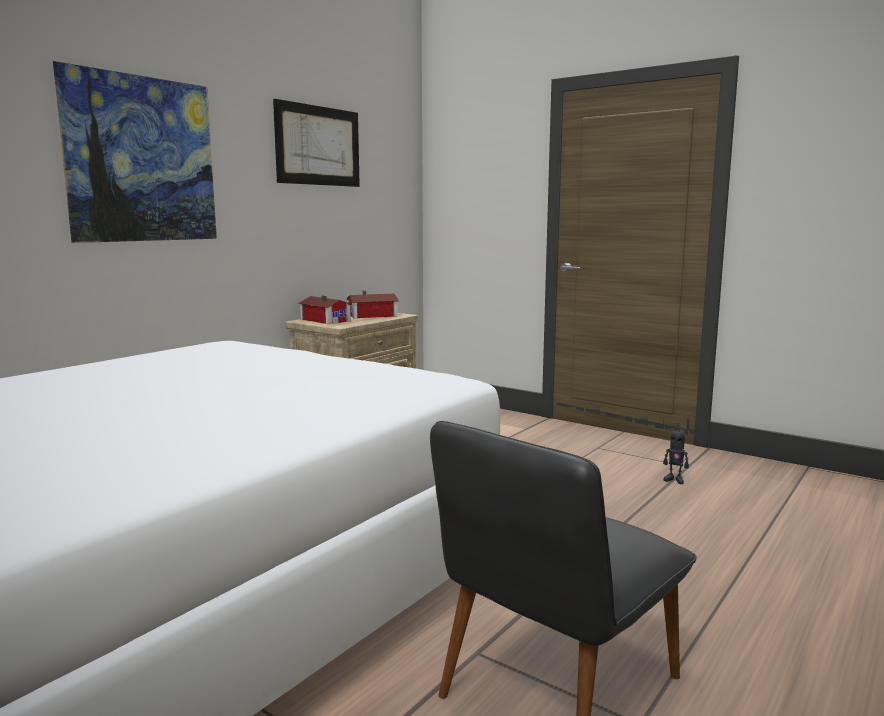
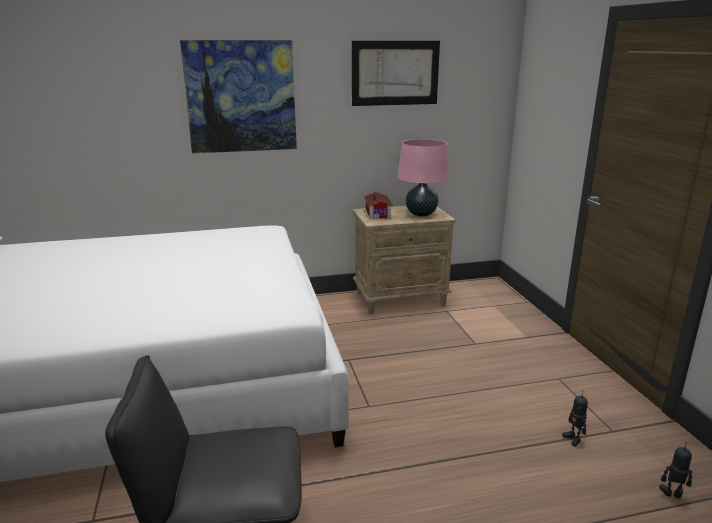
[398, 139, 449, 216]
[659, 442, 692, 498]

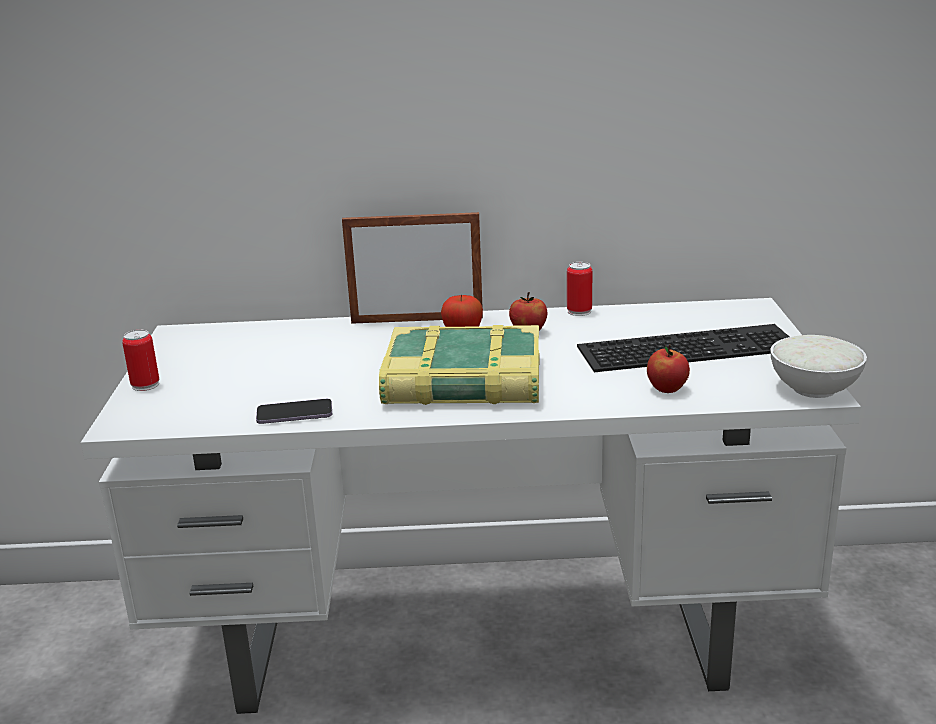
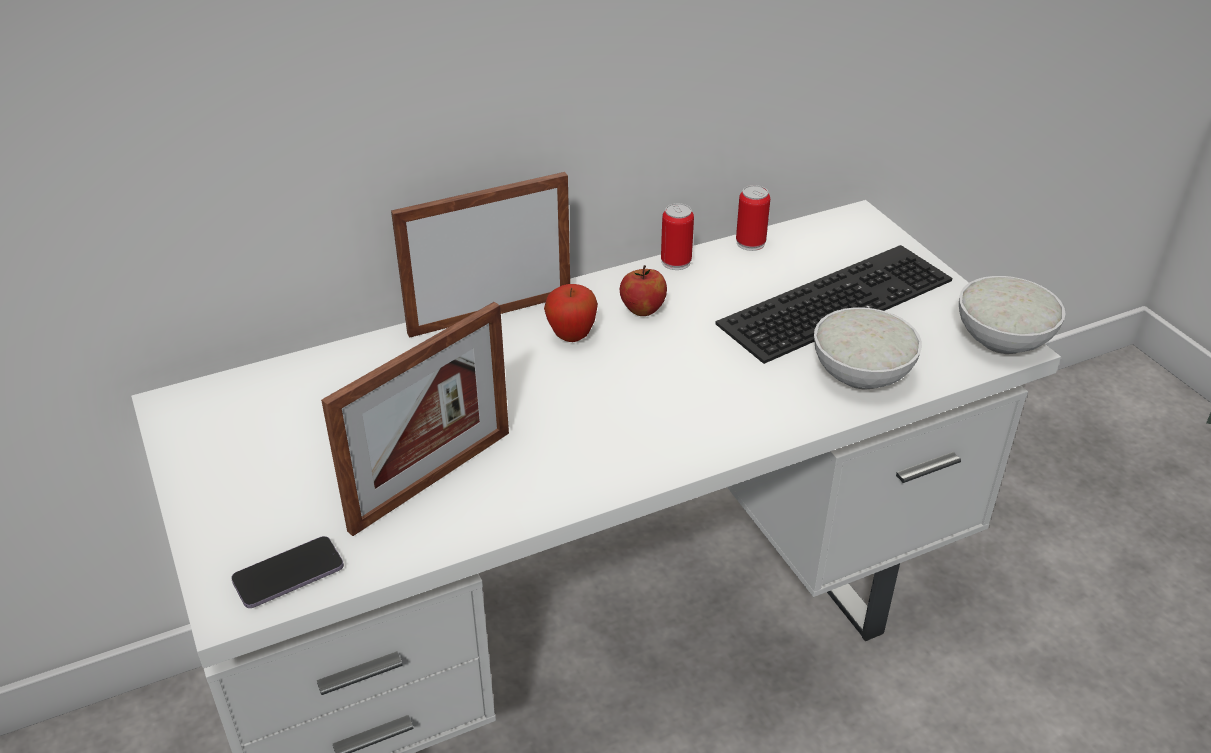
[736, 185, 770, 251]
[231, 536, 344, 608]
[379, 325, 539, 405] (first image)
[814, 307, 922, 390]
[321, 302, 509, 536]

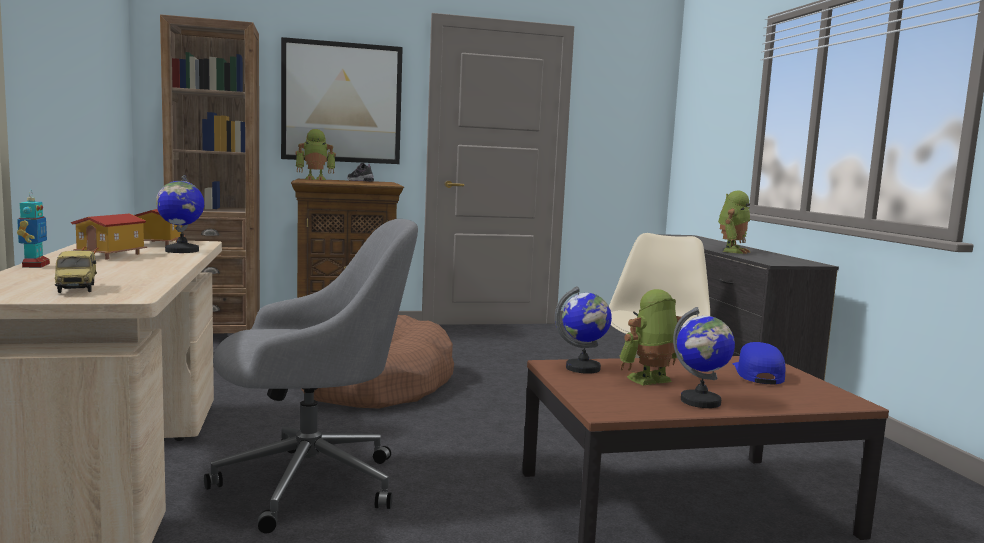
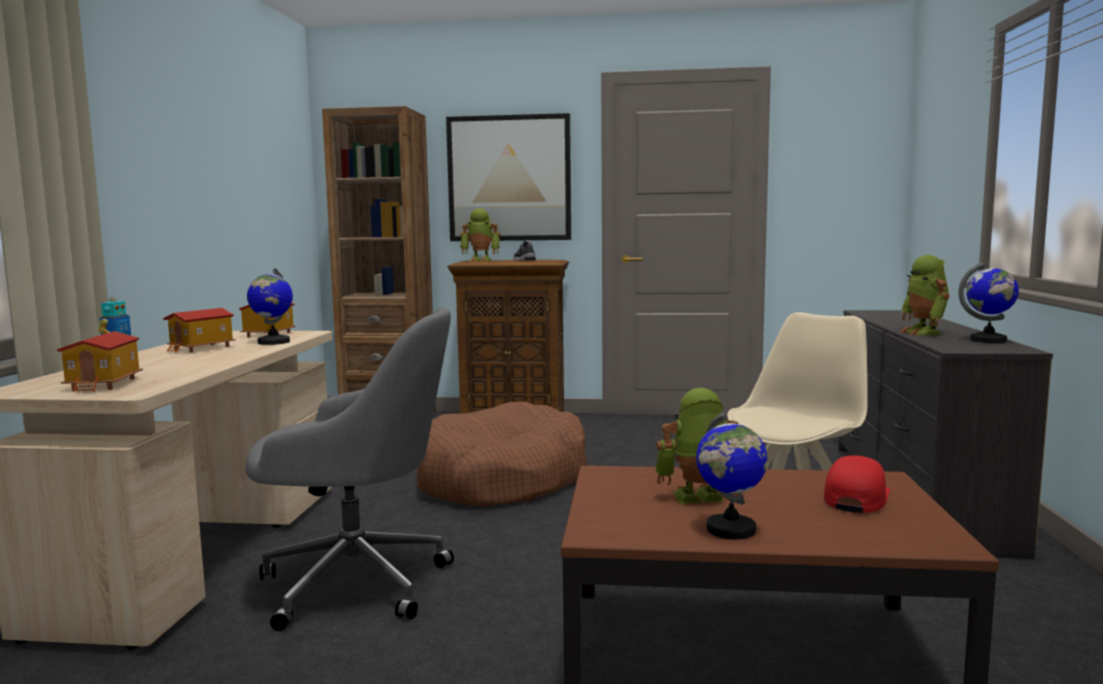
[57, 331, 143, 392]
[958, 262, 1019, 343]
[900, 255, 950, 335]
[824, 456, 890, 513]

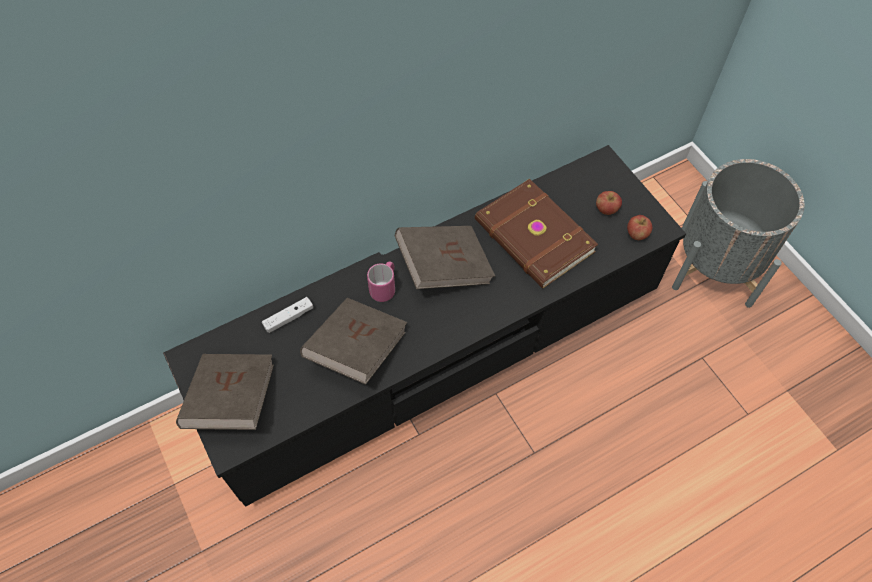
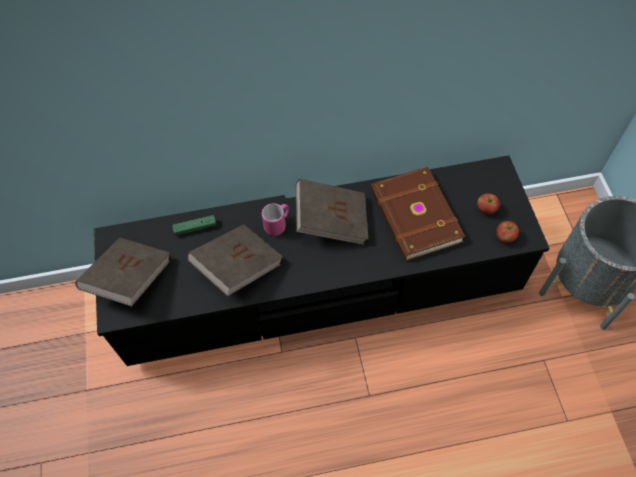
[172, 215, 216, 236]

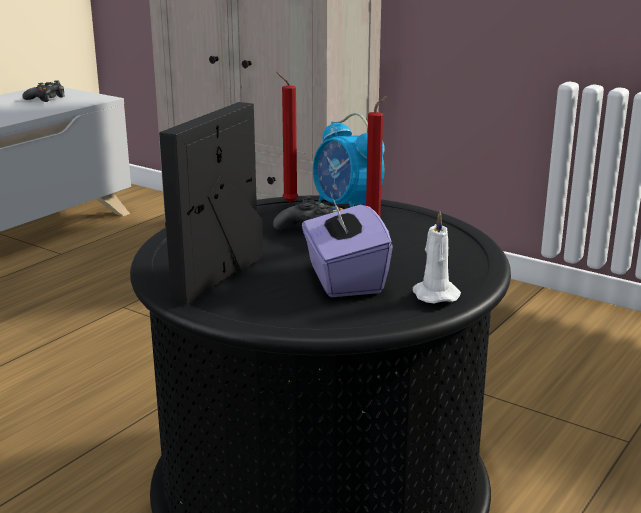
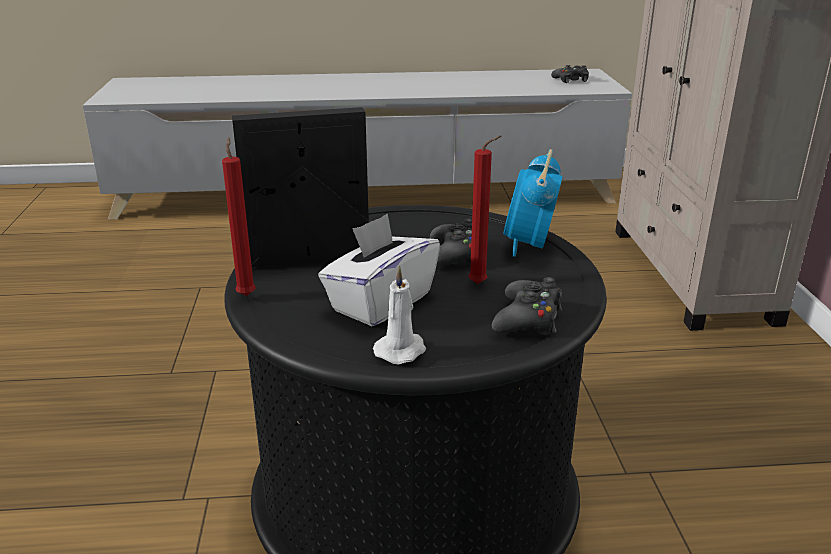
[222, 137, 256, 296]
[318, 214, 440, 326]
[492, 277, 562, 335]

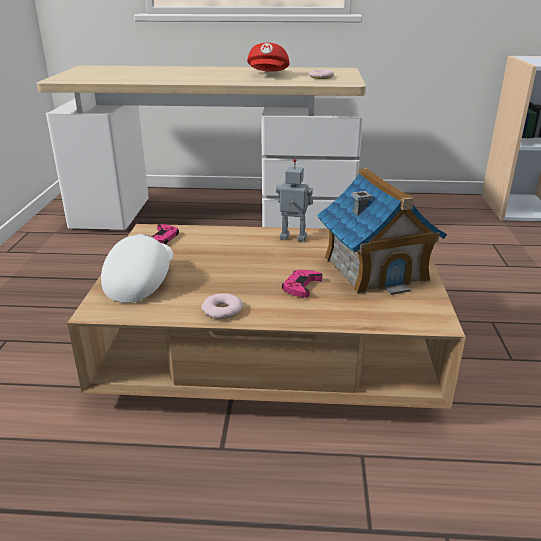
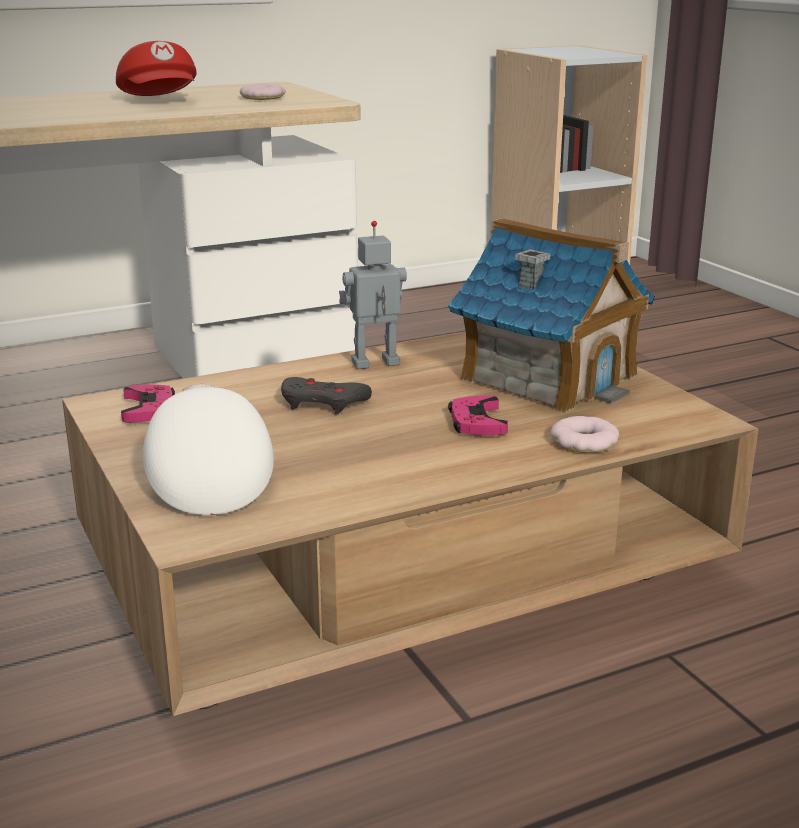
[550, 416, 619, 453]
[281, 377, 372, 414]

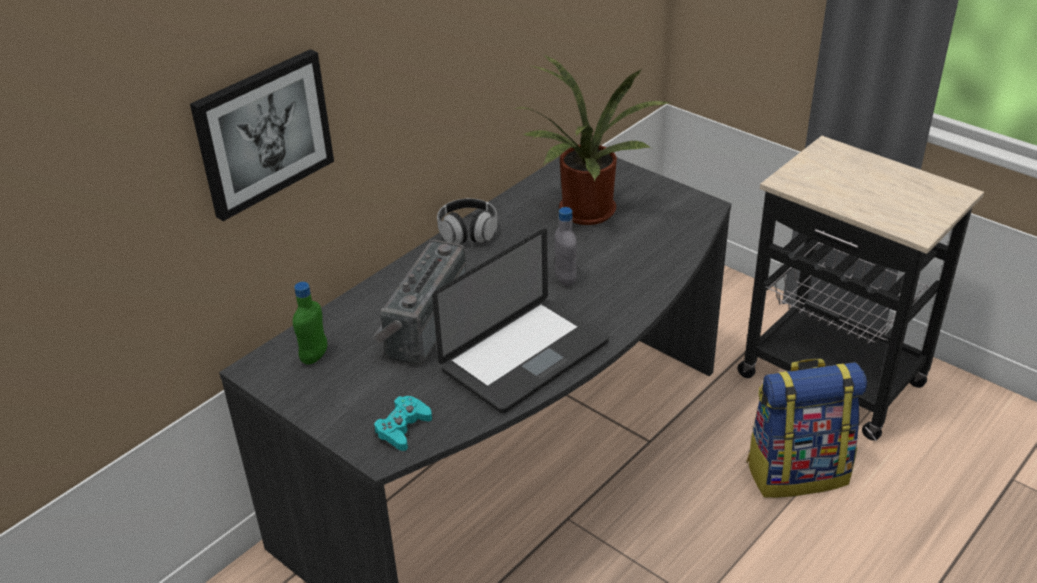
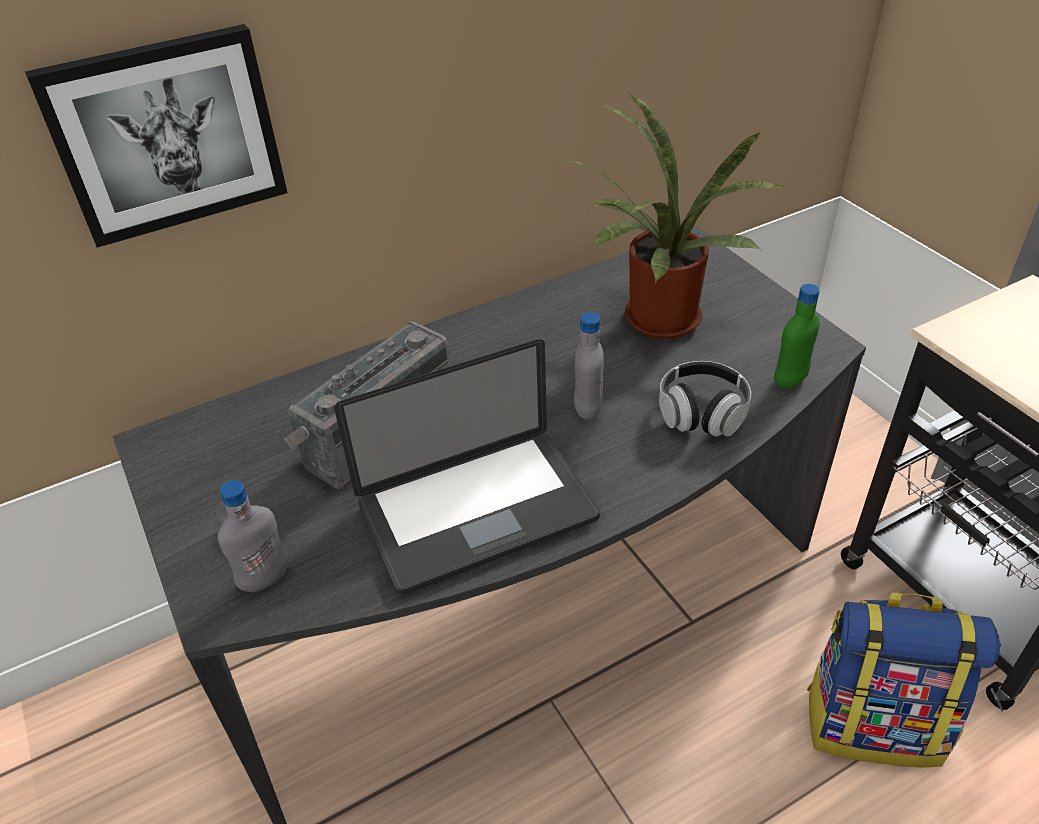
[774, 284, 820, 389]
[218, 480, 289, 592]
[659, 361, 751, 437]

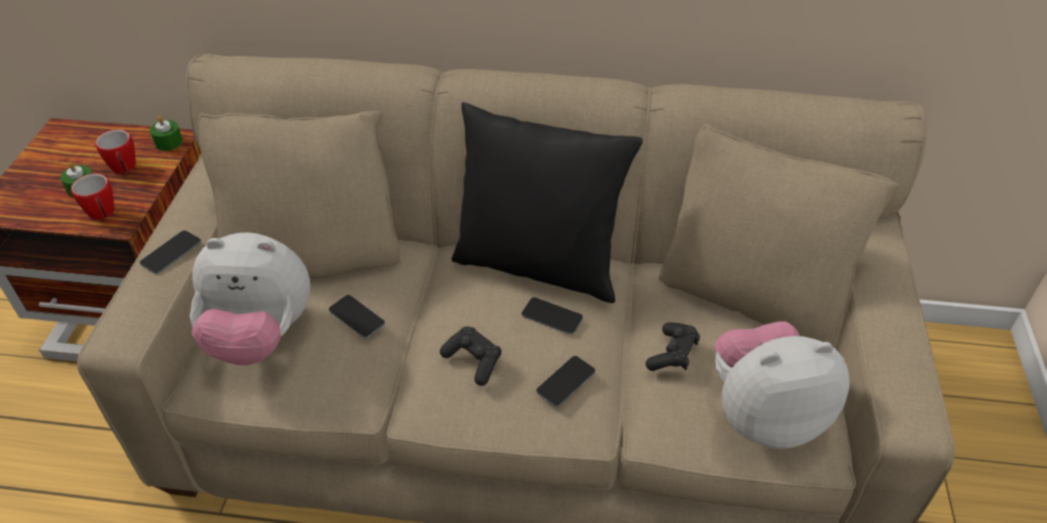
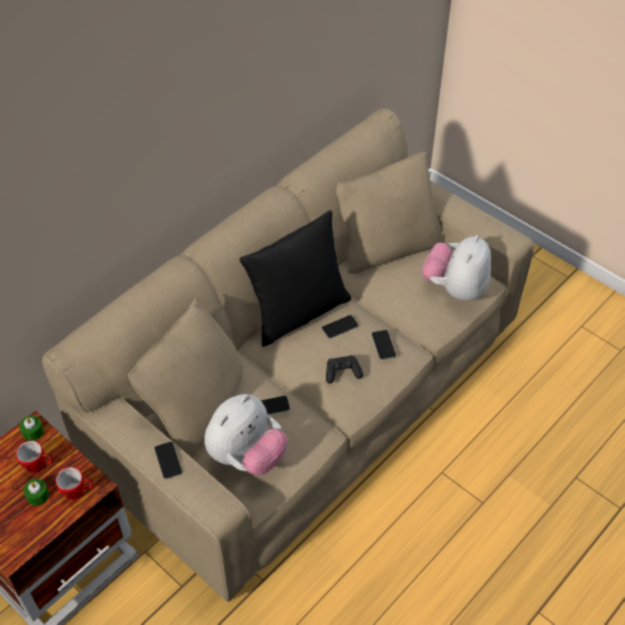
[646, 323, 700, 371] (first image)

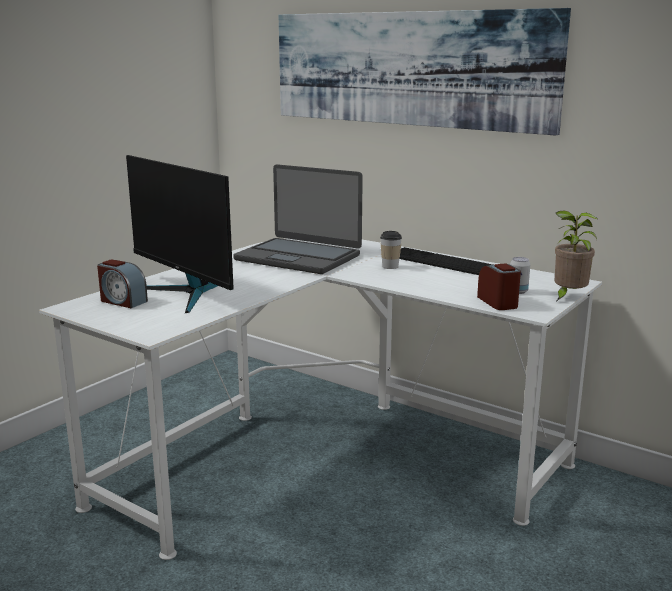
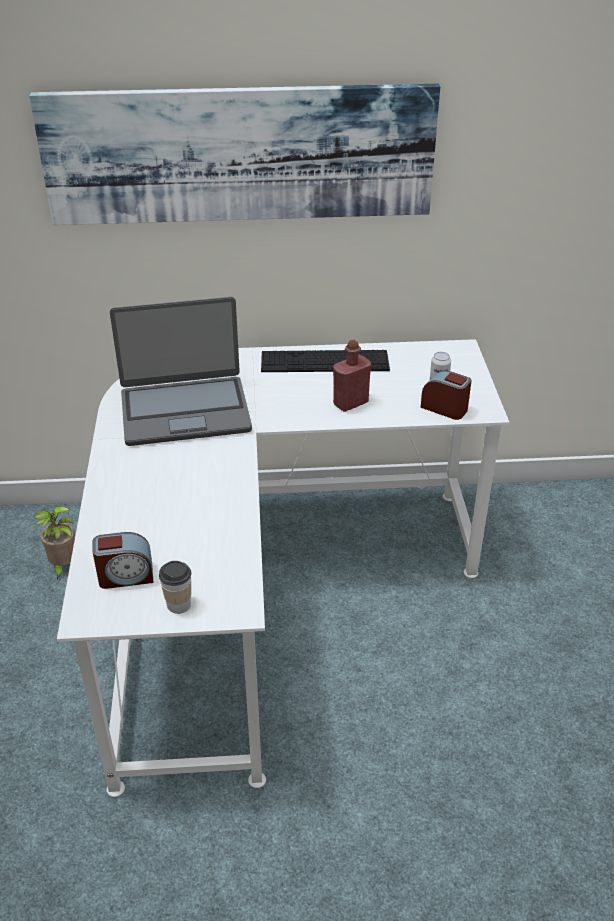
[126, 155, 234, 313] (first image)
[159, 561, 191, 614]
[33, 506, 75, 579]
[333, 340, 371, 412]

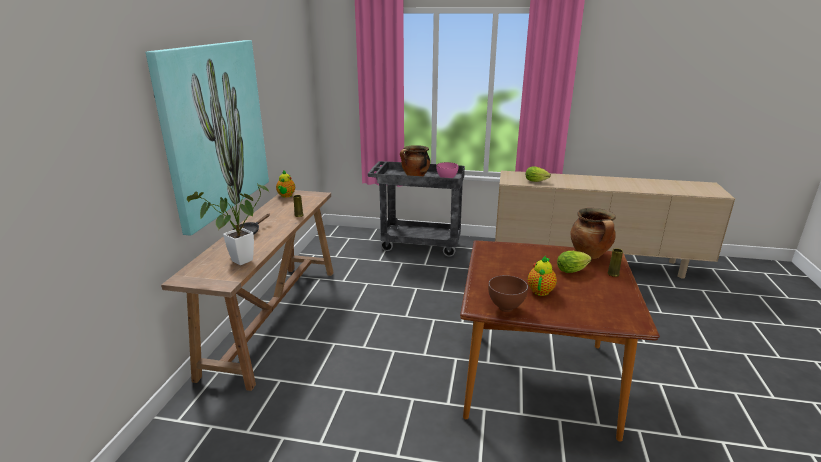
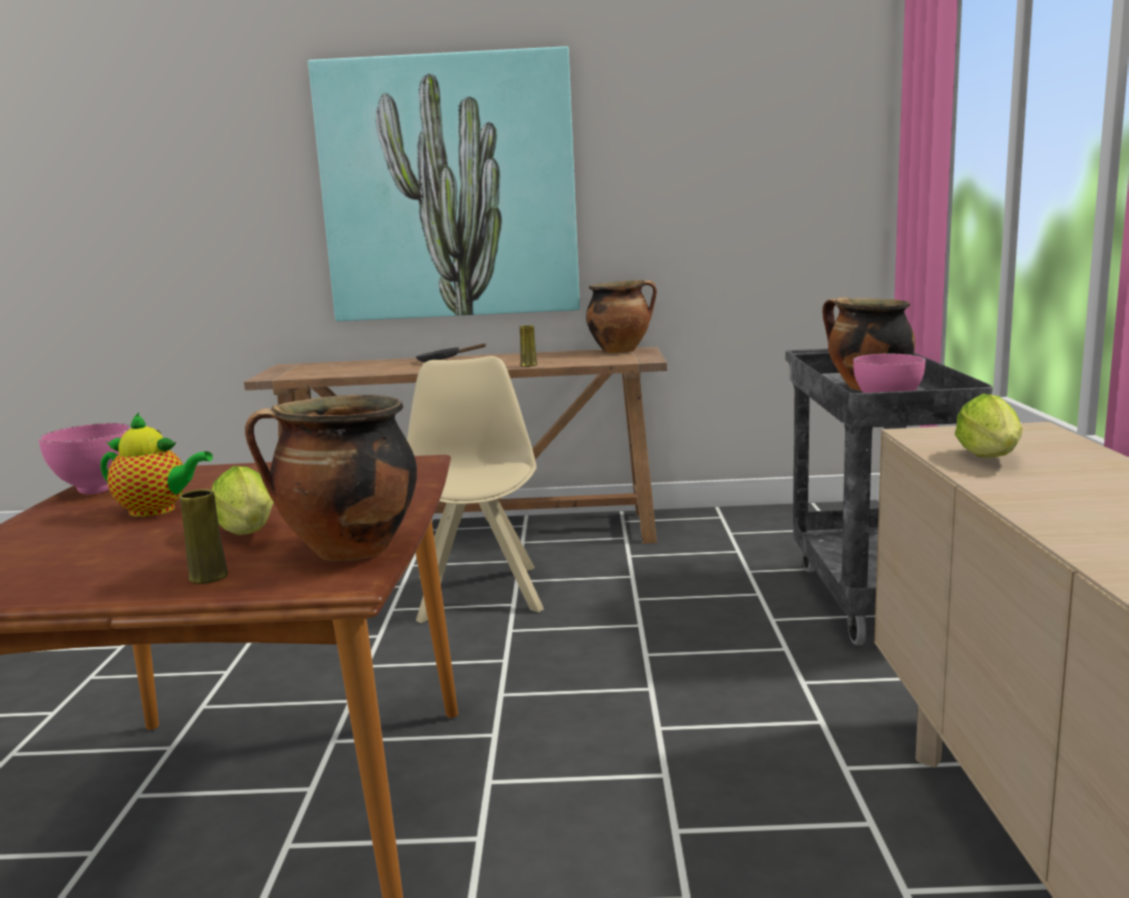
[187, 184, 269, 265] (first image)
[586, 280, 657, 353]
[39, 423, 131, 494]
[407, 356, 544, 623]

